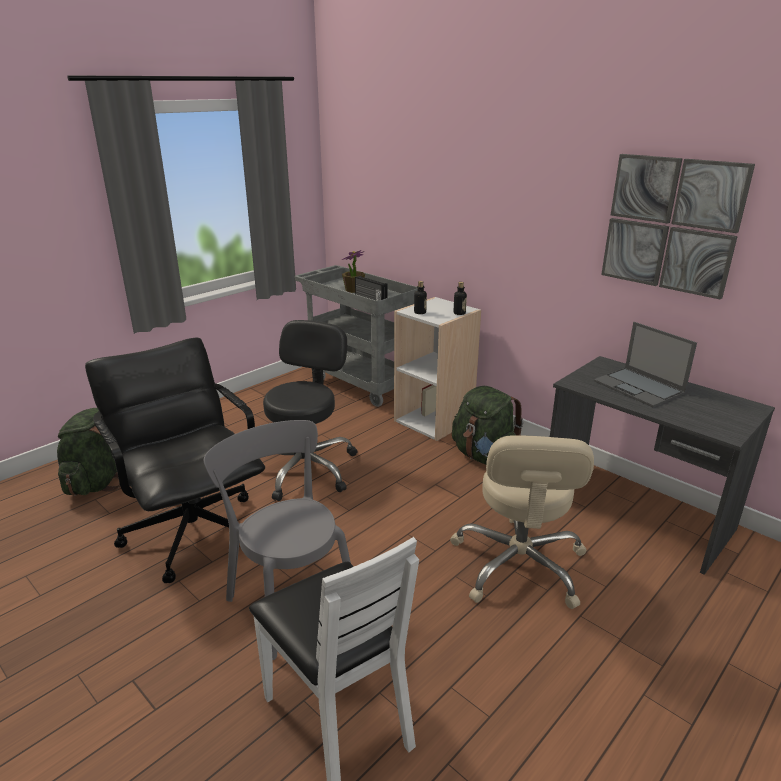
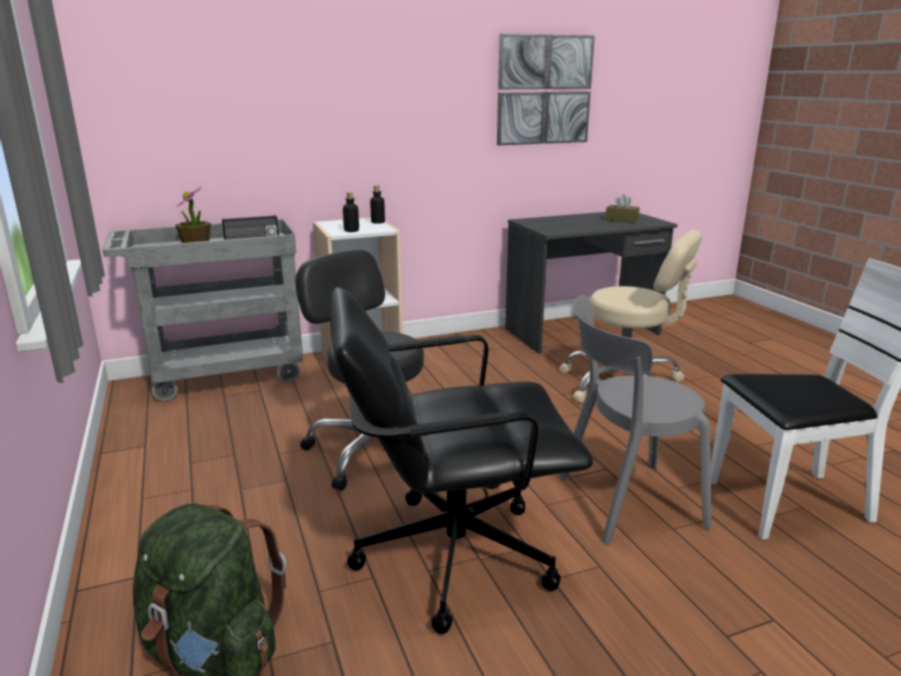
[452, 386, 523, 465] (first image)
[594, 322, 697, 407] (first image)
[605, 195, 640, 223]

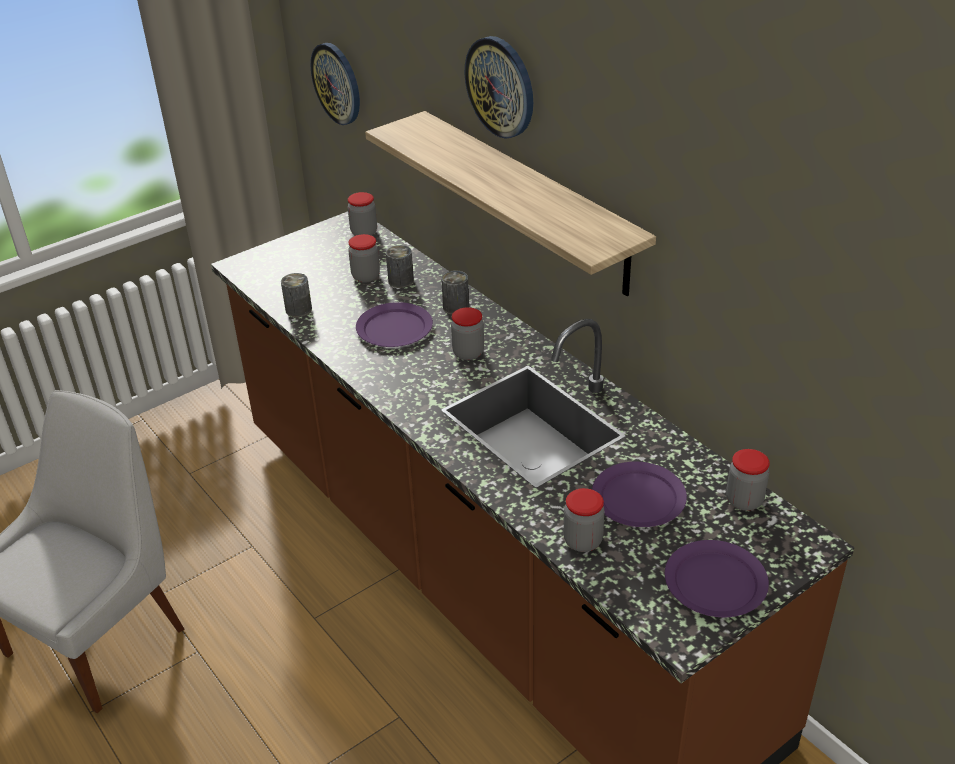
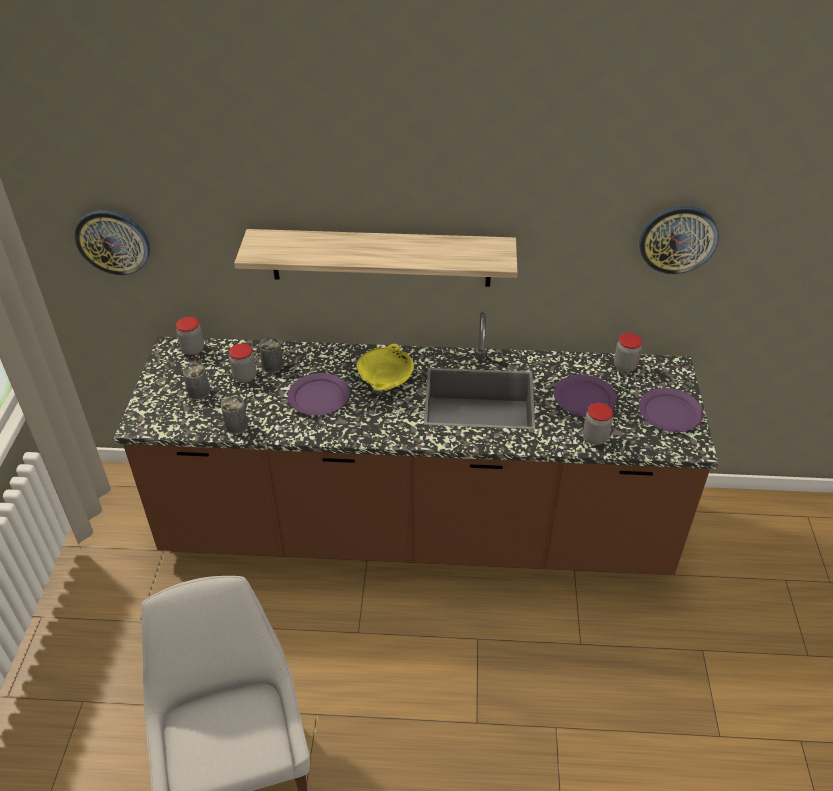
[183, 364, 210, 400]
[357, 344, 414, 390]
[639, 206, 719, 274]

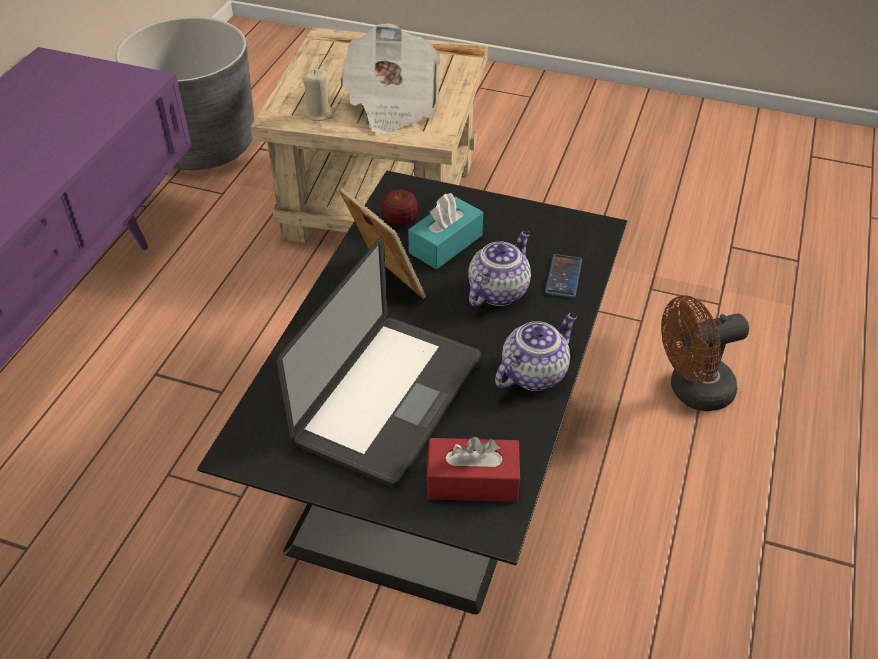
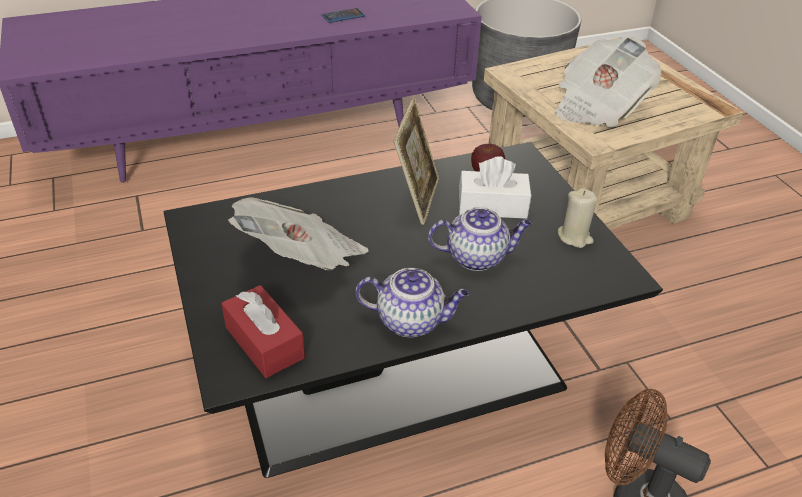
[228, 197, 368, 271]
[558, 188, 598, 248]
[459, 156, 531, 219]
[321, 8, 365, 23]

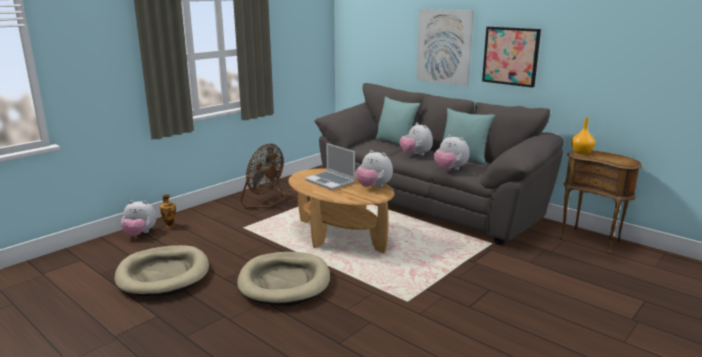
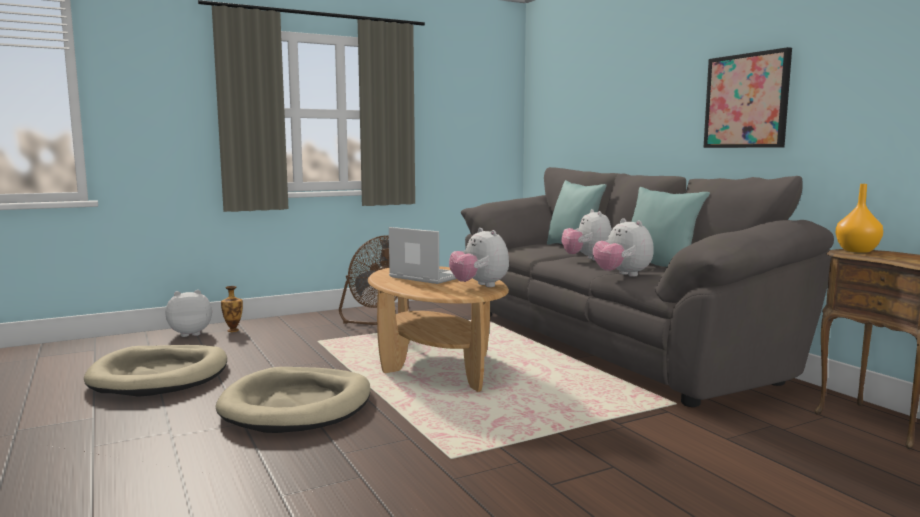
[165, 290, 212, 337]
[389, 227, 456, 284]
[416, 9, 474, 86] (first image)

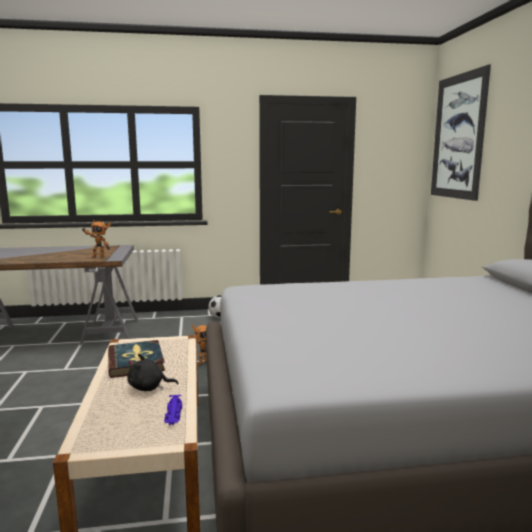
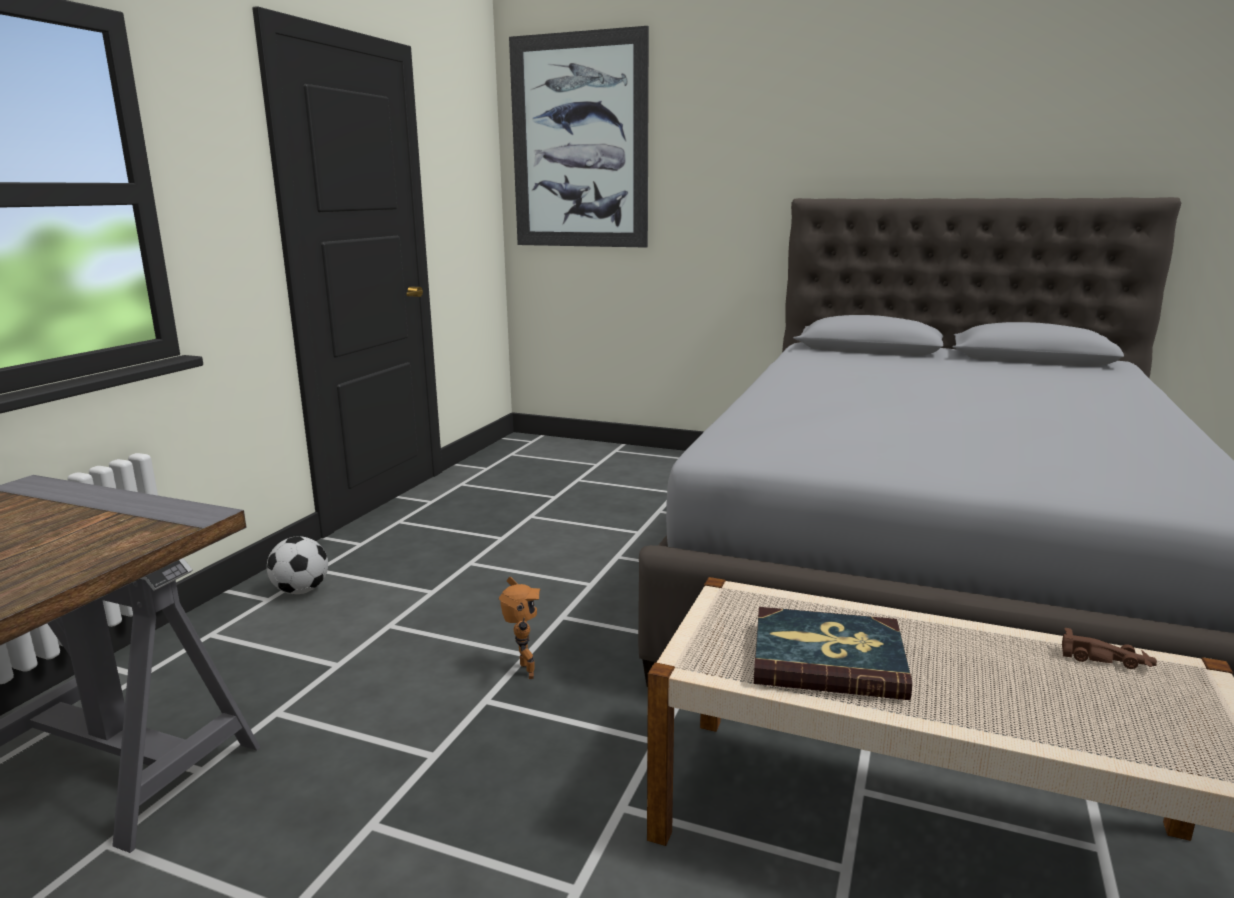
[81, 221, 111, 257] (first image)
[127, 354, 178, 391] (first image)
[1062, 628, 1157, 669]

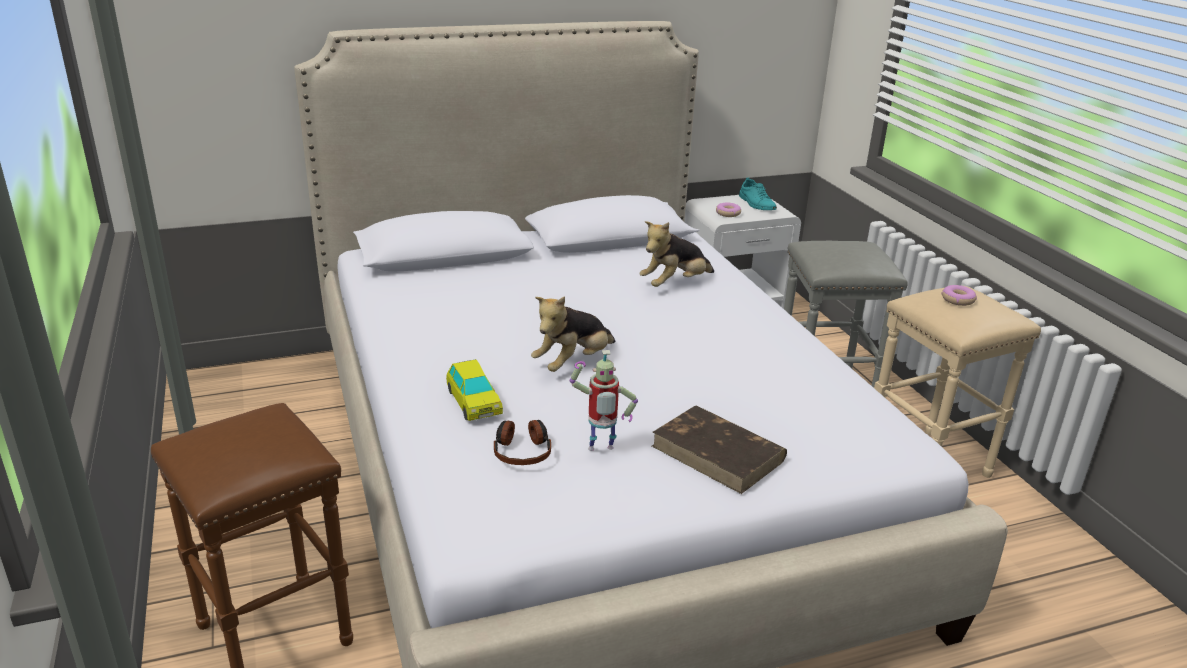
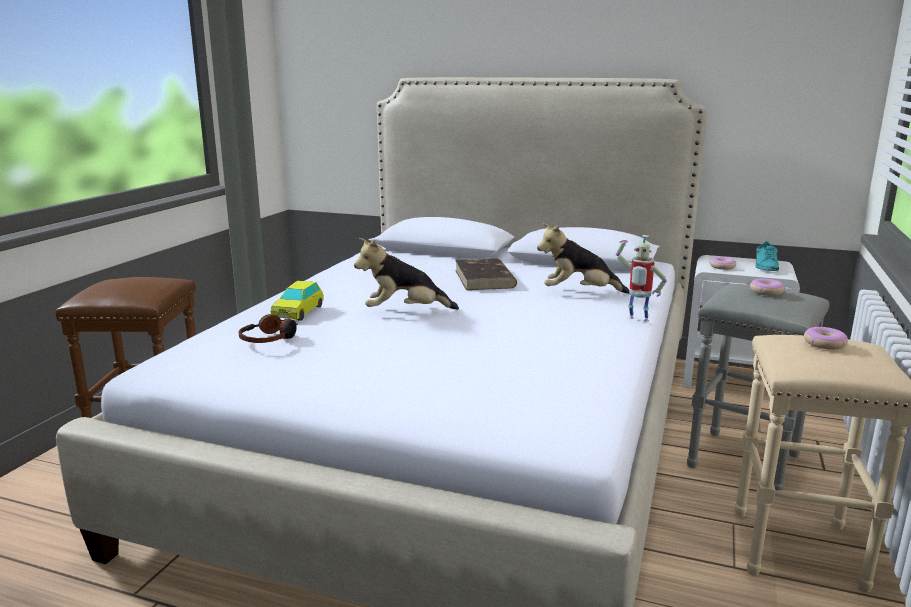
[616, 235, 667, 322]
[455, 259, 517, 290]
[750, 279, 785, 296]

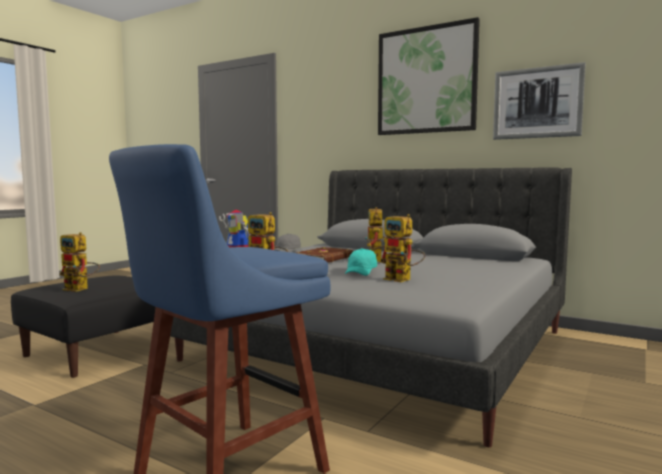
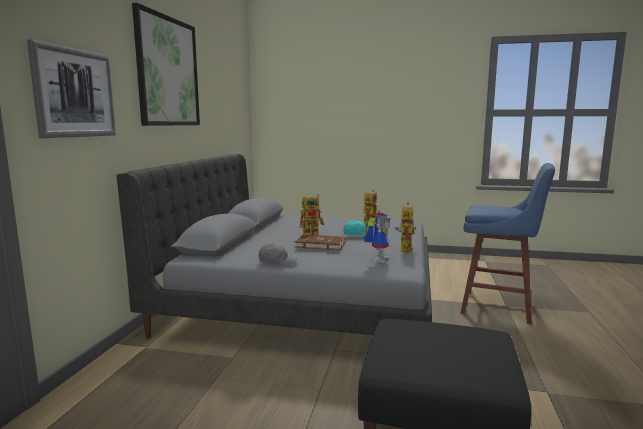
[60, 232, 100, 292] (first image)
[27, 39, 116, 138]

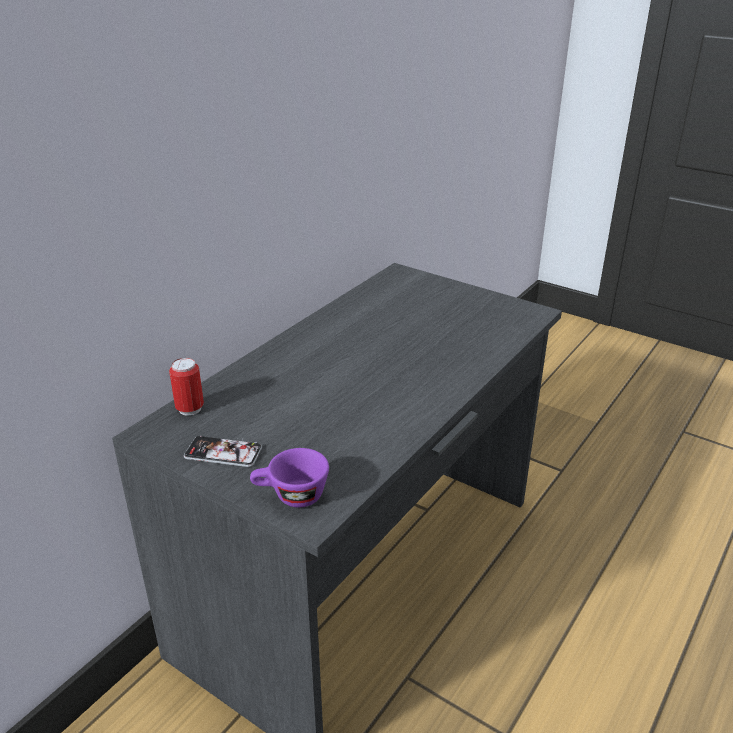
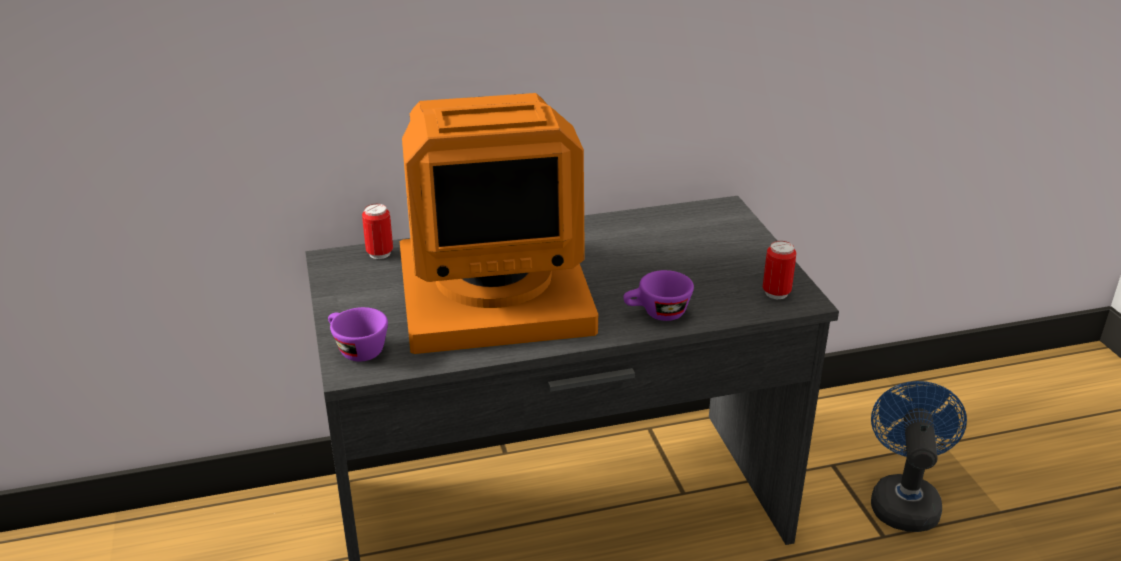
[184, 436, 262, 467] (first image)
[400, 93, 598, 354]
[623, 270, 694, 321]
[763, 241, 796, 299]
[871, 381, 967, 532]

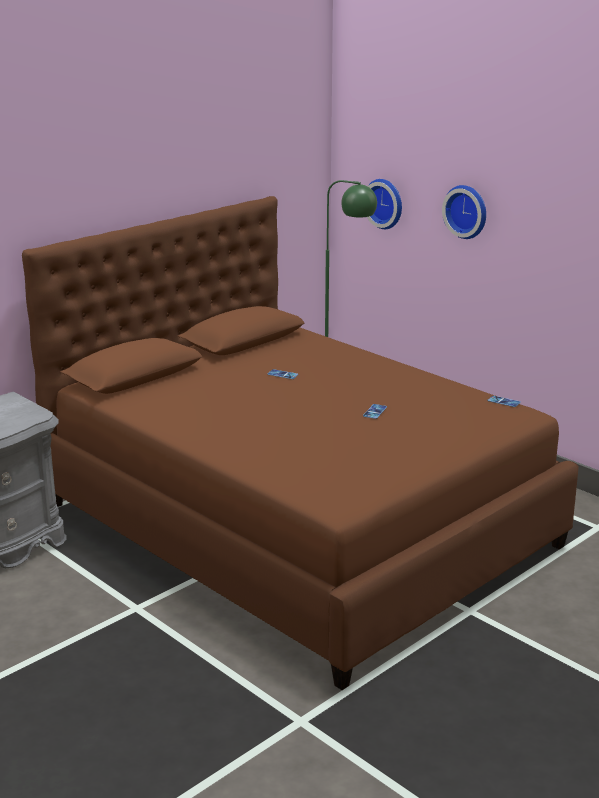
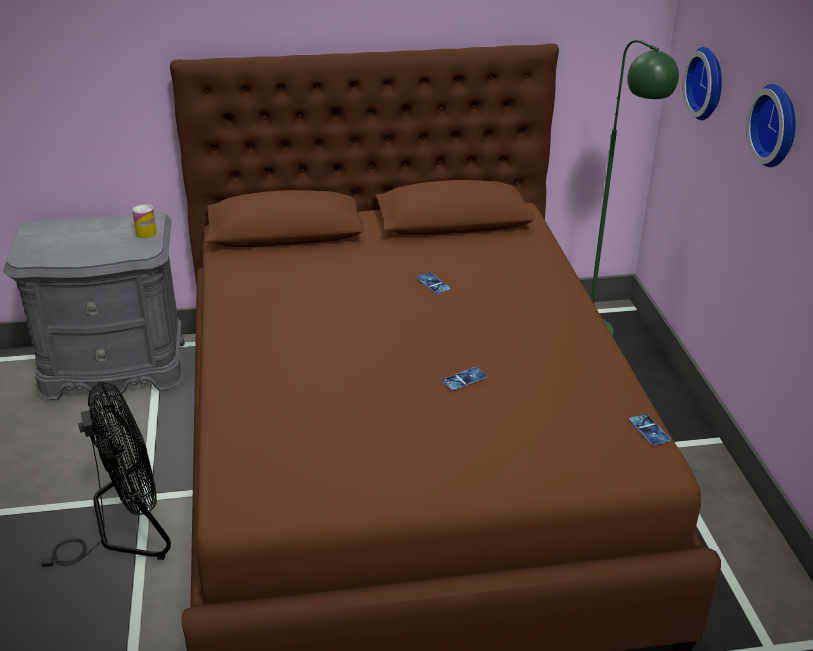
[39, 382, 171, 567]
[132, 204, 157, 238]

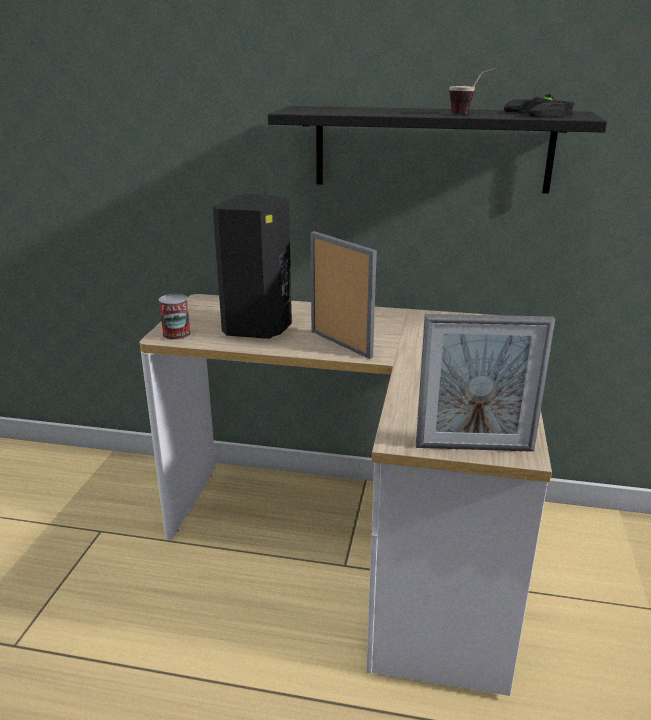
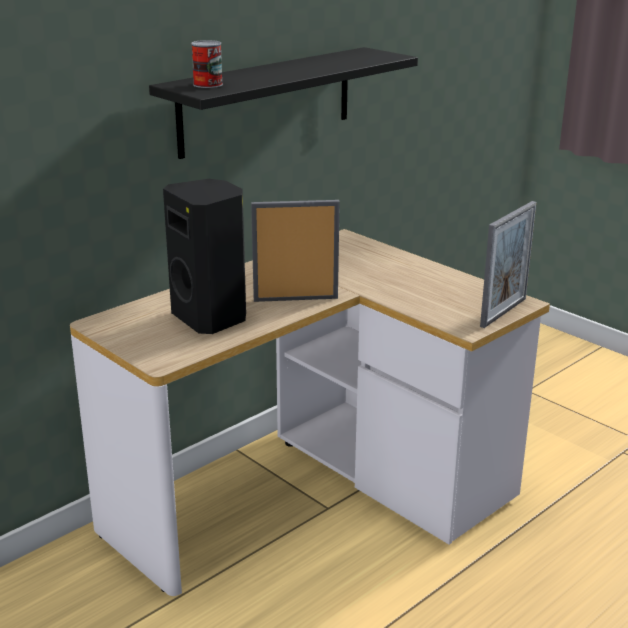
[191, 40, 223, 88]
[449, 67, 497, 114] (first image)
[504, 94, 574, 117] (first image)

